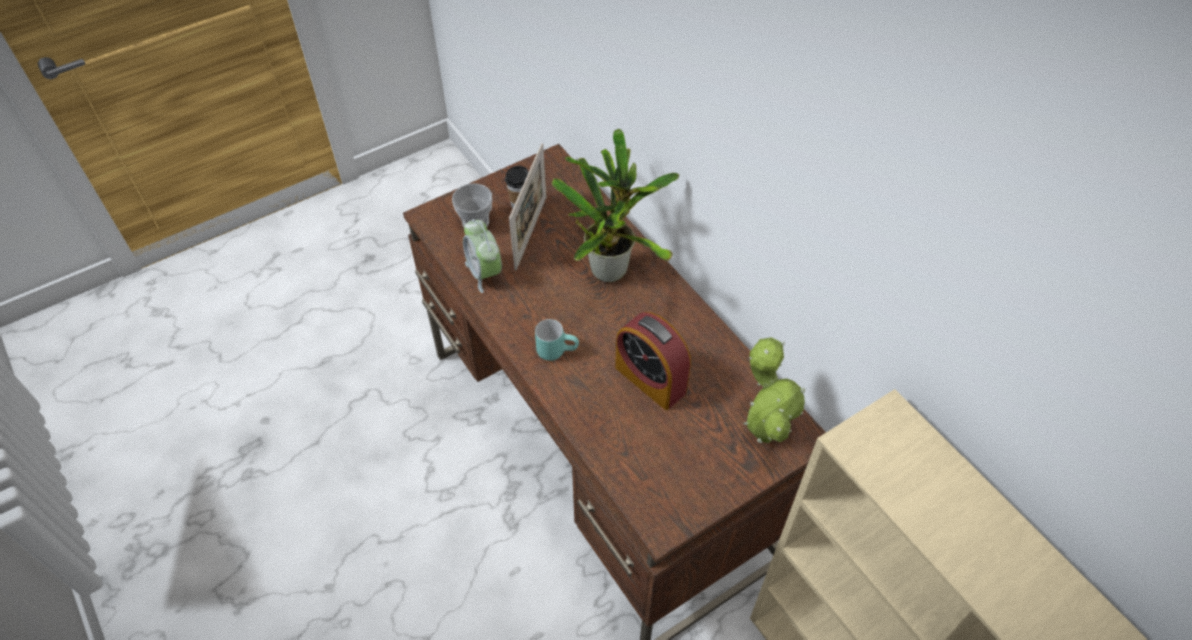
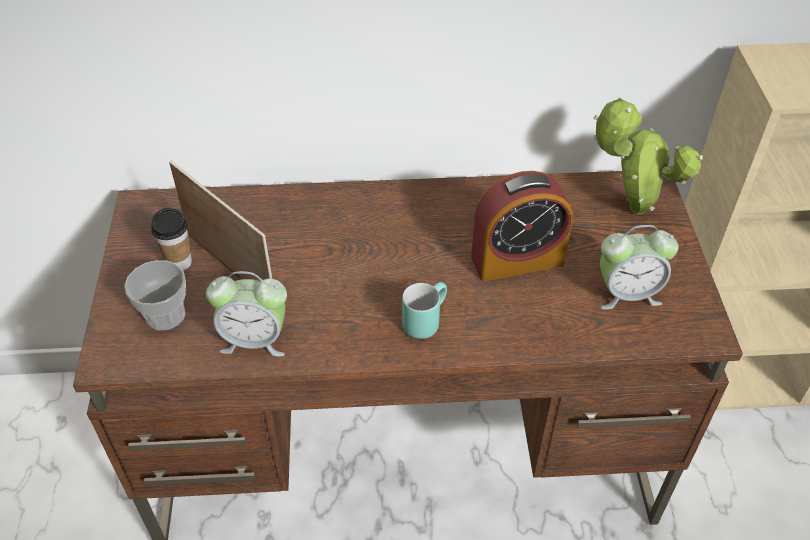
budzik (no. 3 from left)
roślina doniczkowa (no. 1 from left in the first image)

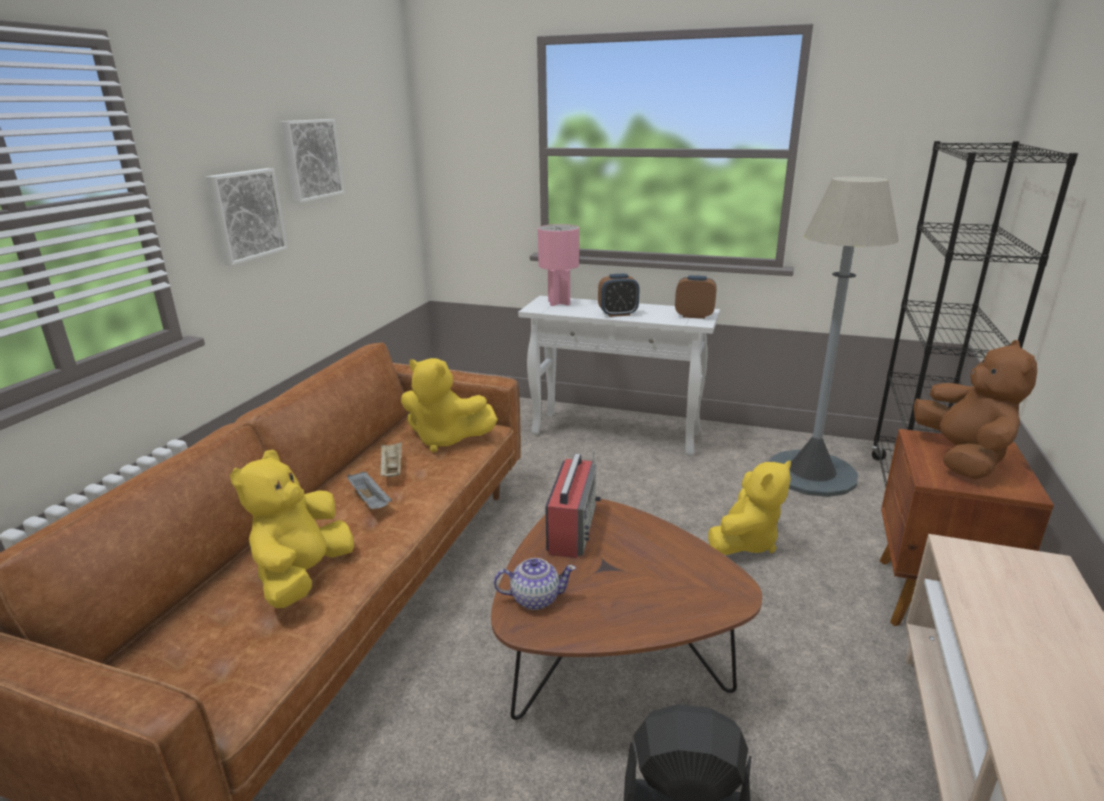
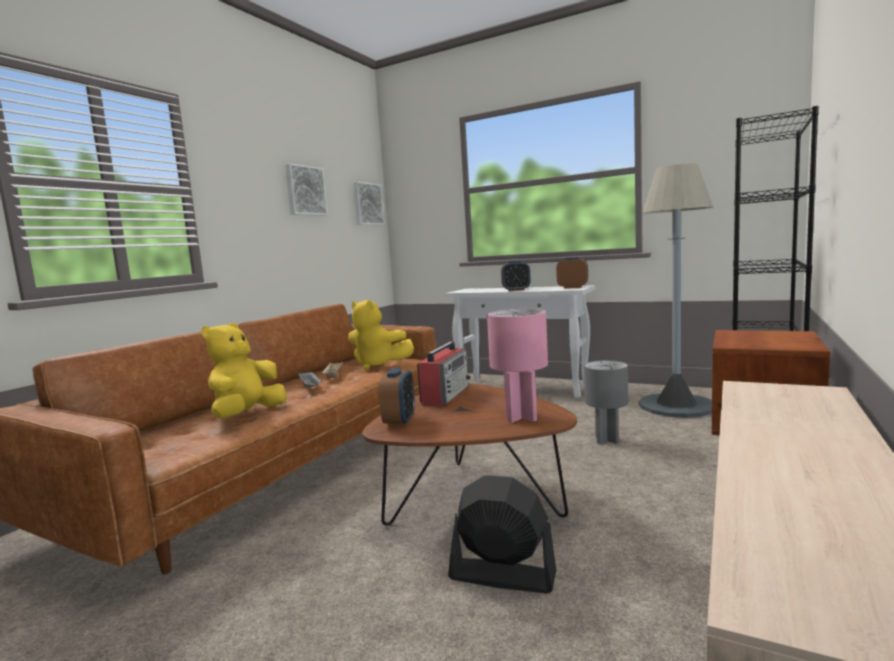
obraz (no. 2 from left)
budzik (no. 1 from left)
lampa stołowa (różowy)
lampa stołowa (szary)
pluszak (brązowy)

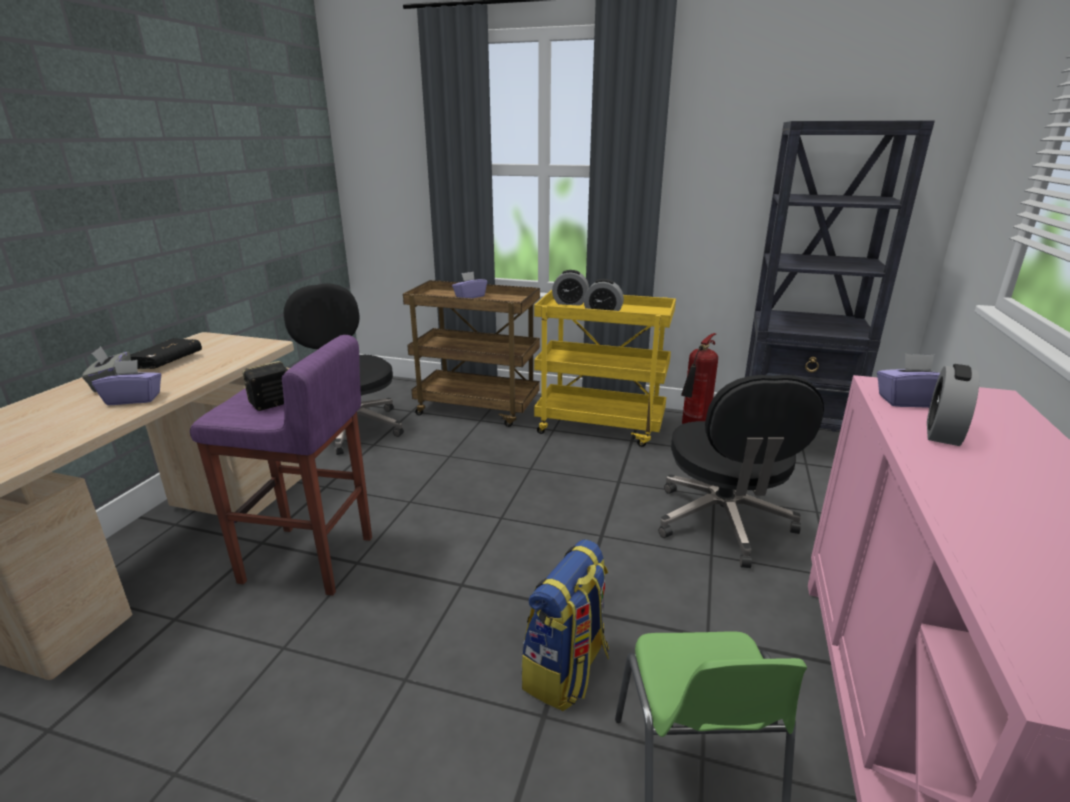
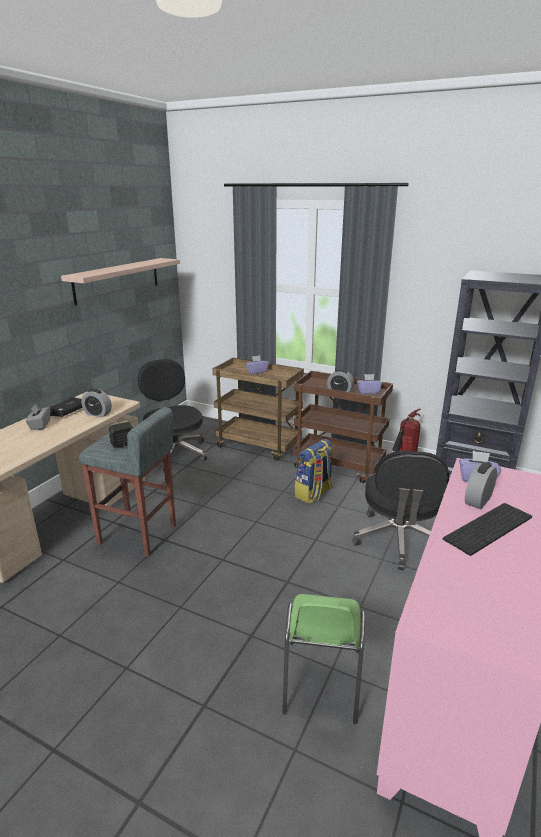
półka
stołek (szary)
budzik (no. 1 from left)
wózek (brązowy) (no. 2 from left)
plecak
pudełko chusteczek (fioletowy) (no. 2 from left)
klawiatura

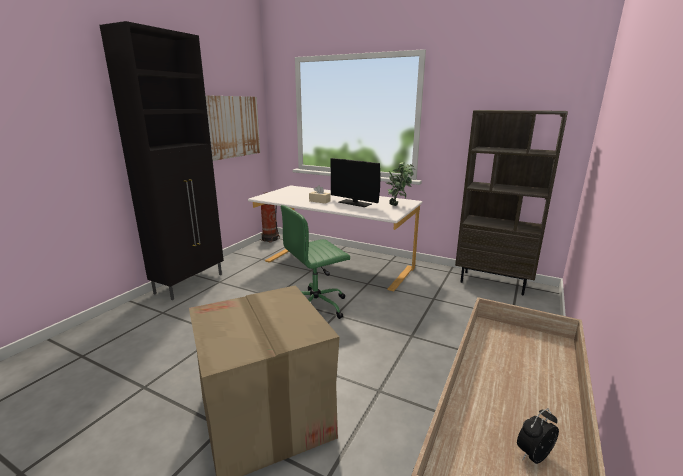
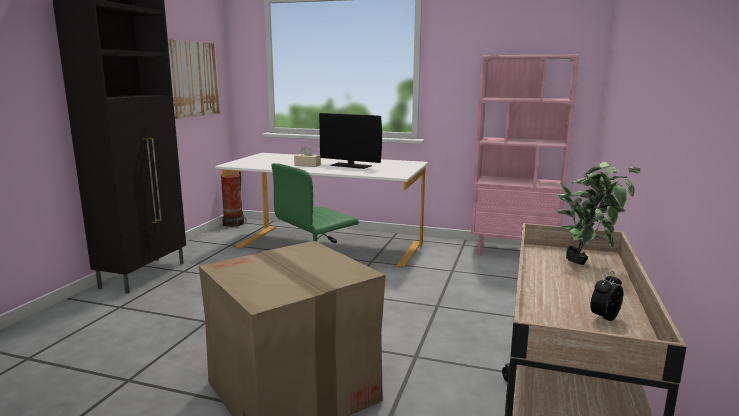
regał (różowy)
roślina doniczkowa

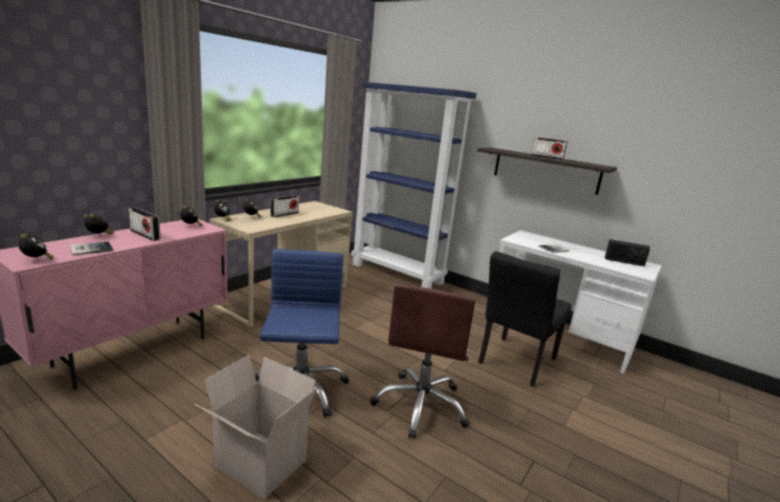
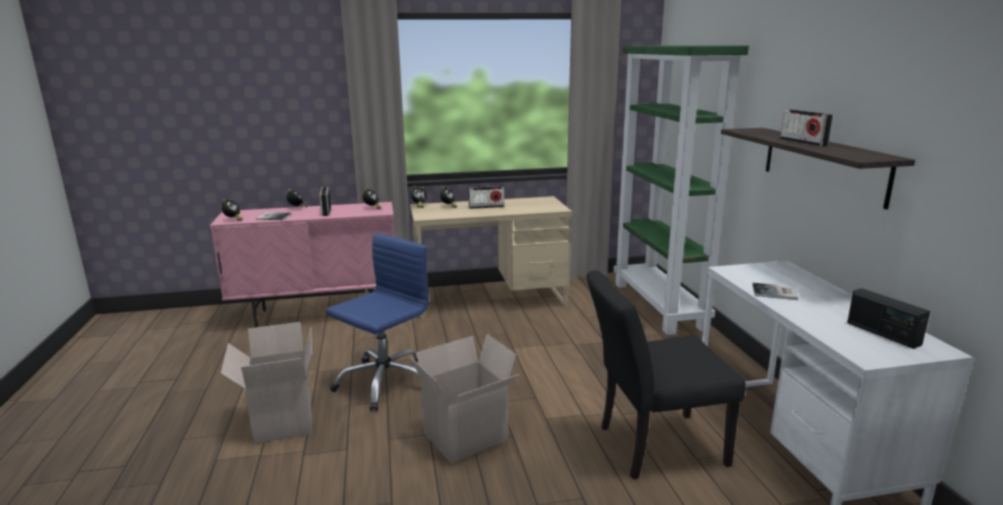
karton (no. 2 from left)
regał (zielony)

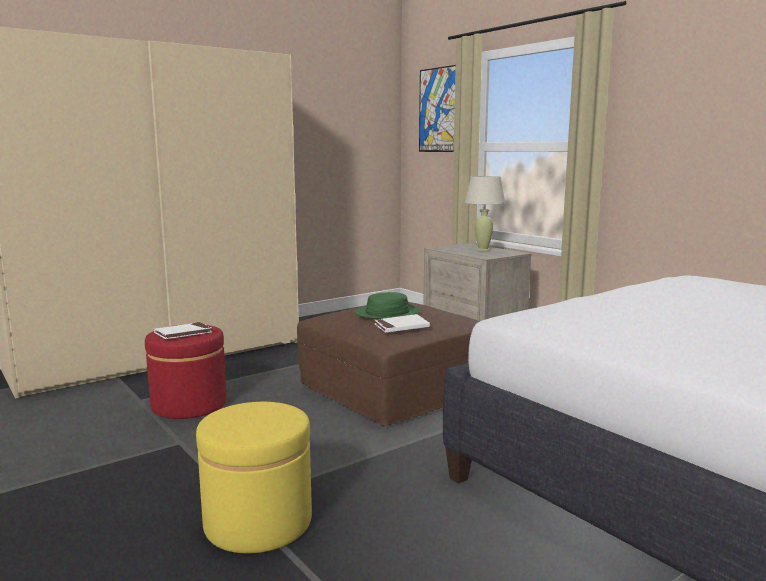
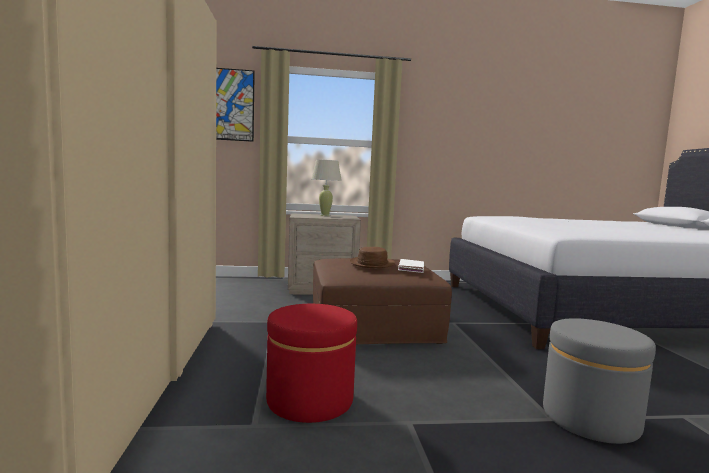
kapelusz (brązowy)
pufa (szary)
książka (biały) (no. 1 from left in the first image)

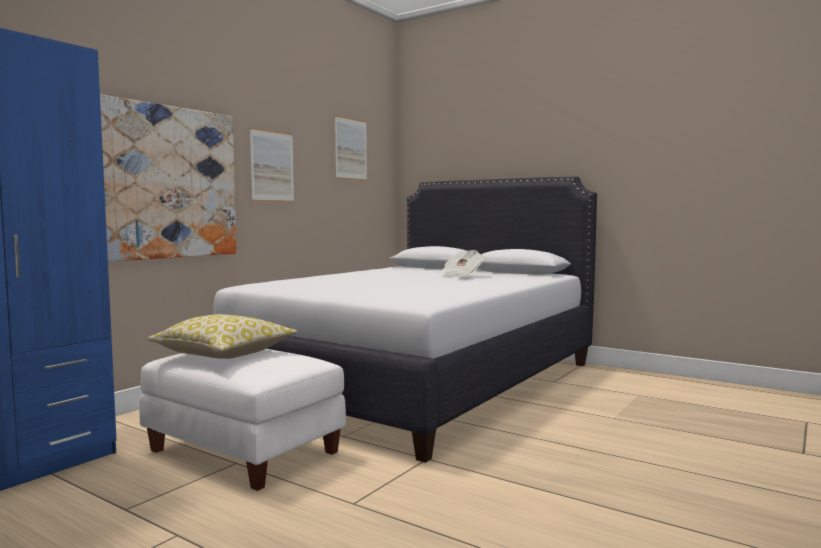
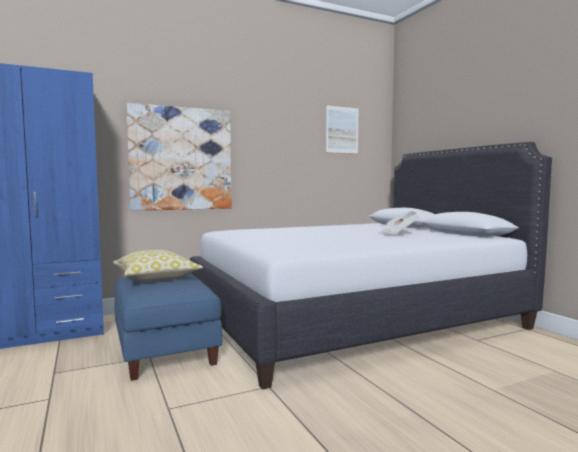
pufa (niebieski)
obraz (no. 2 from left in the first image)

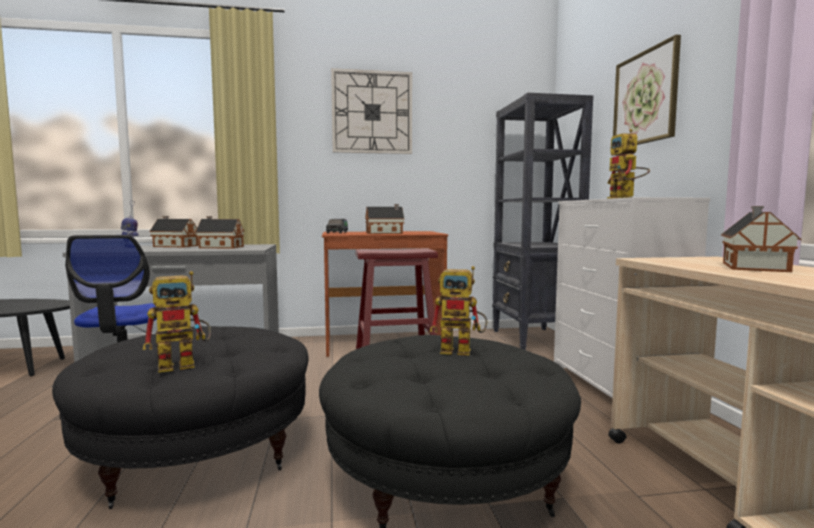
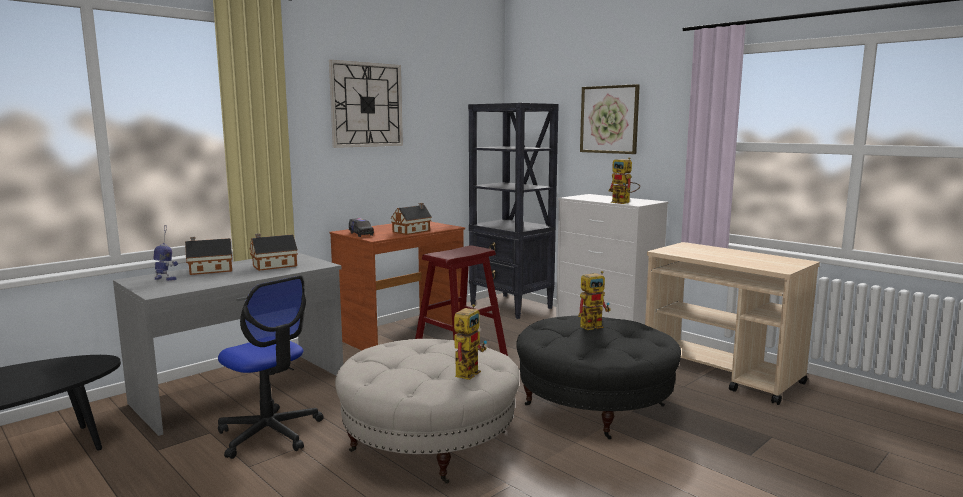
pufa (beżowy)
domek (no. 4 from left in the first image)

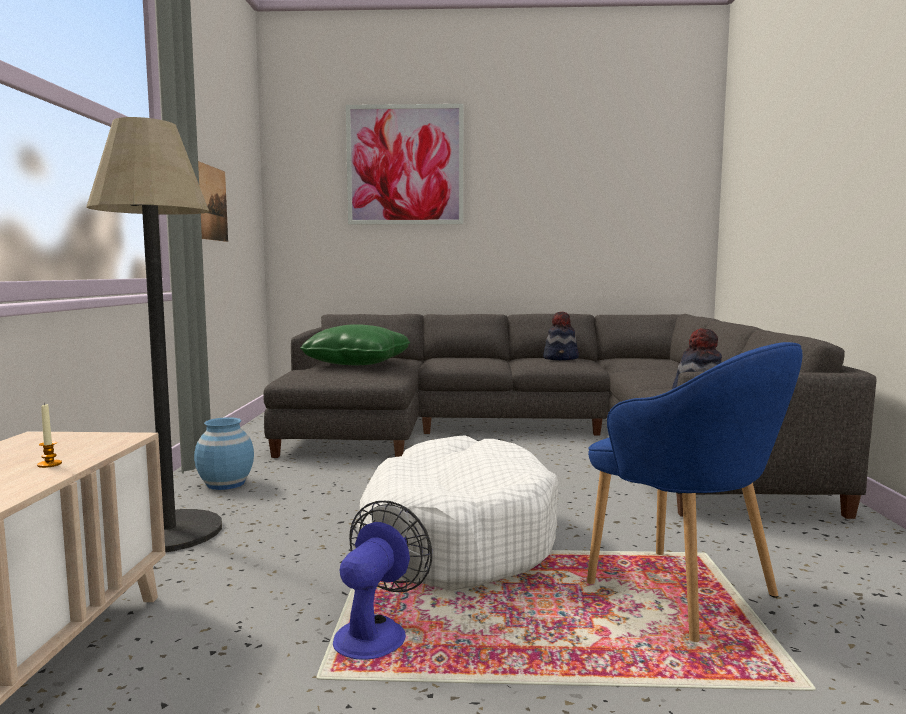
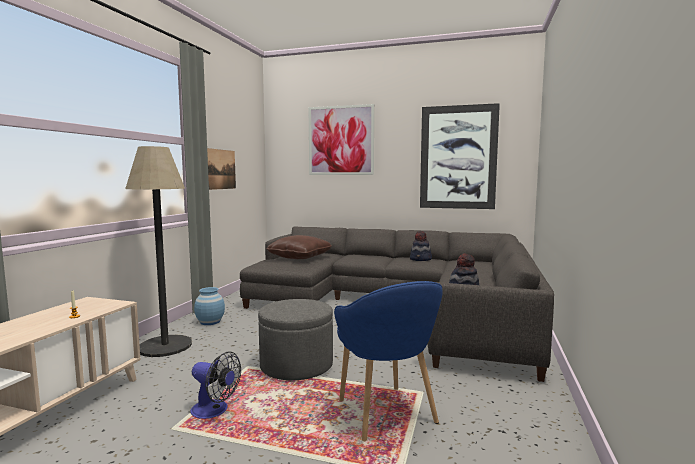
wentylator
pufa (szary)
poduszka (brązowy)
obraz (no. 3 from left)

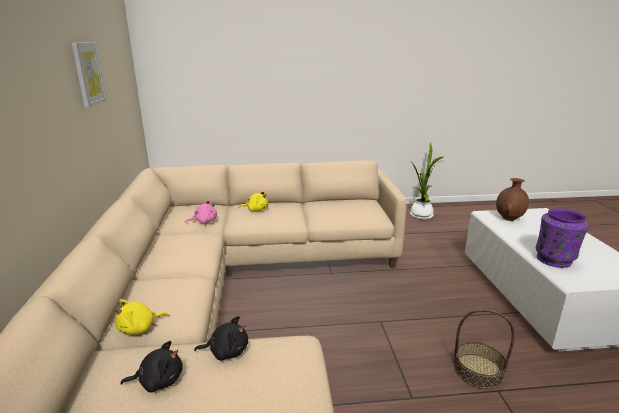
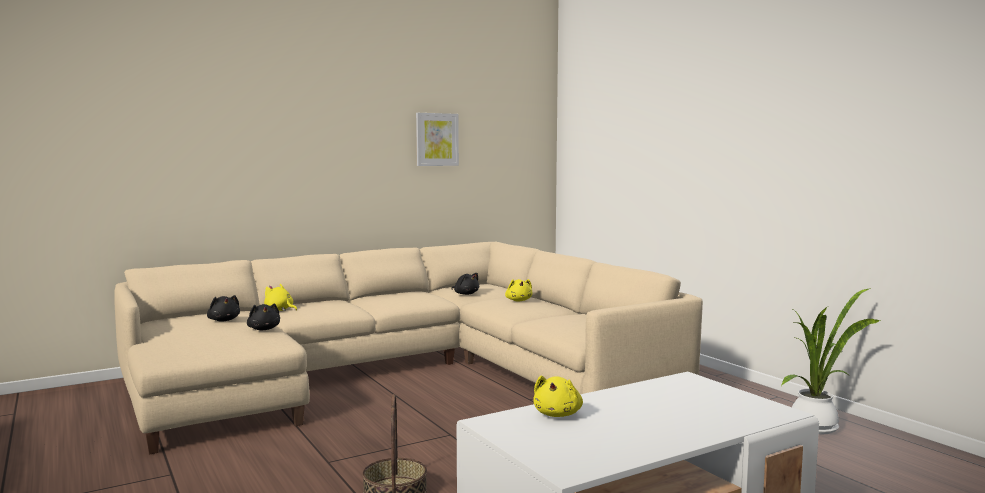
pluszak (czarny) (no. 3 from left)
pluszak (żółty) (no. 3 from left)
wazon (brązowy)

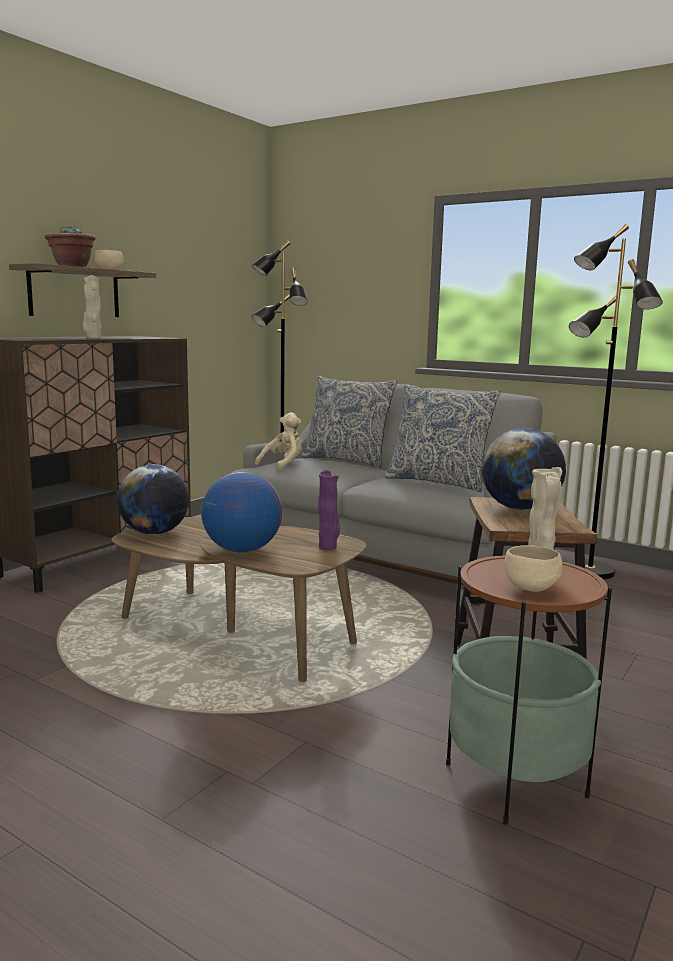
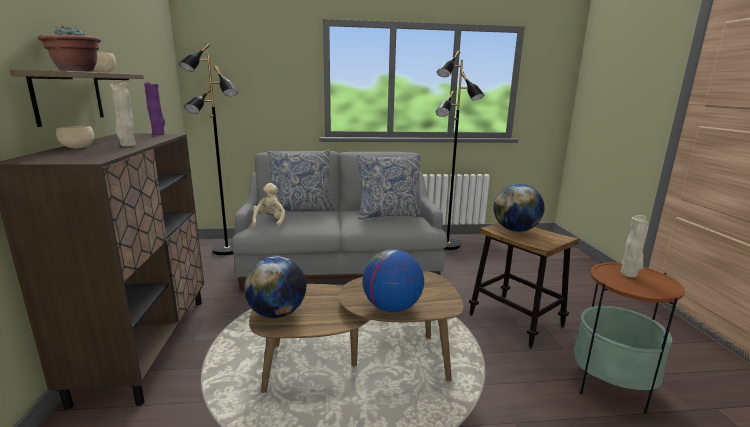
miska (beżowy) (no. 1 from left)
wazon (fioletowy)

